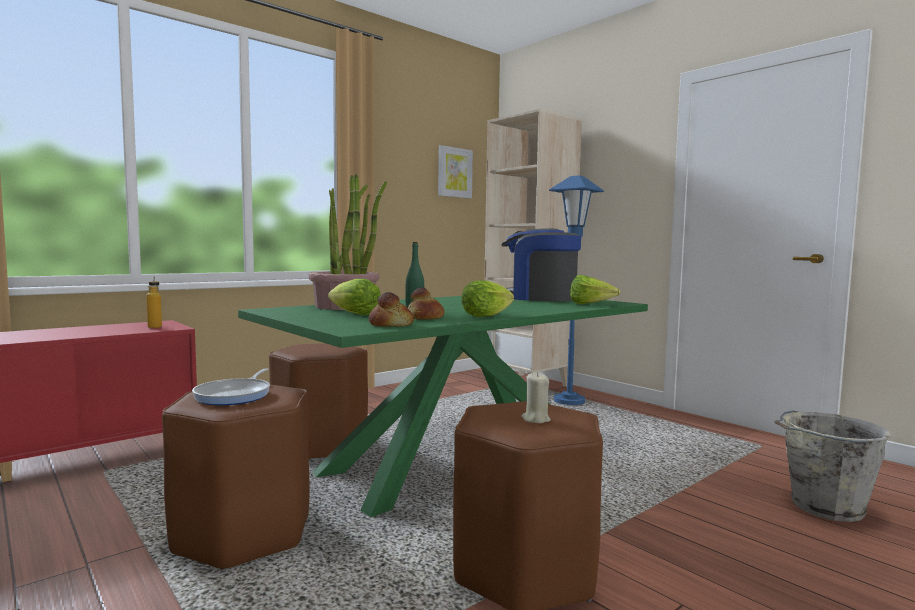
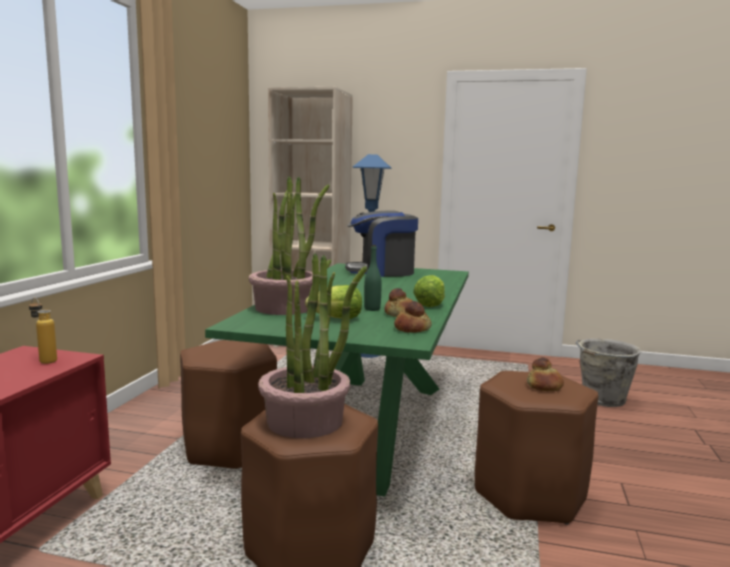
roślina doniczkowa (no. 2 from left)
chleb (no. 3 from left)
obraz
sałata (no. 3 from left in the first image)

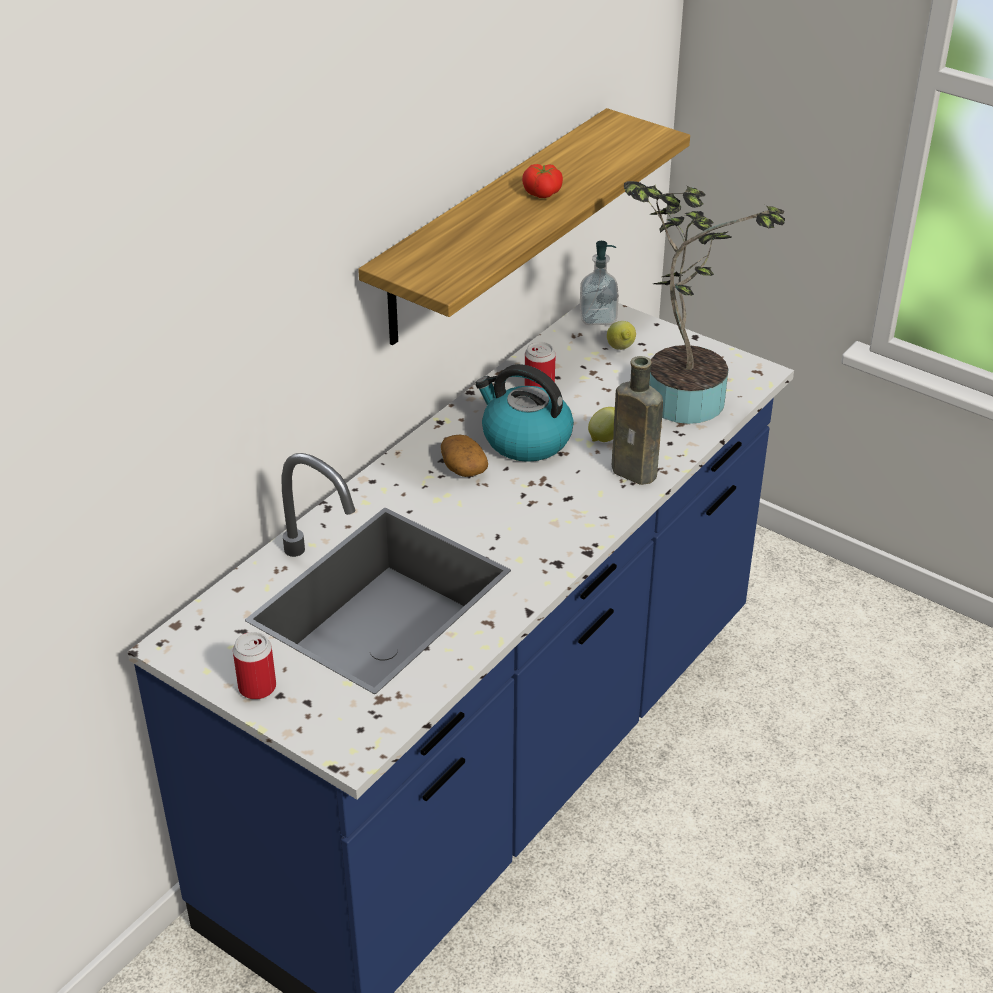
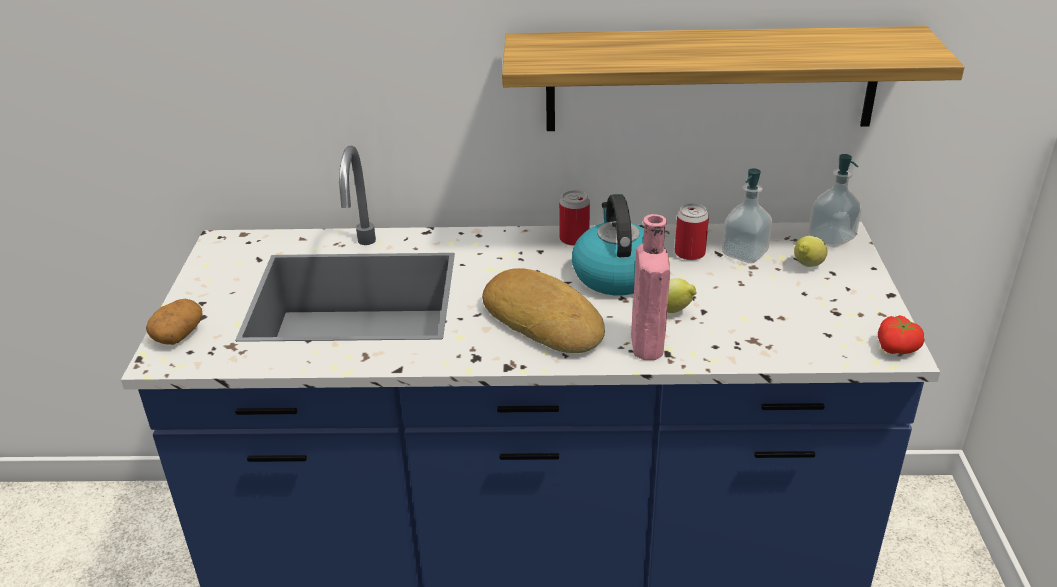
ziemniak
chleb
puszka (no. 1 from left)
butelka (różowy)
dozownik mydła (no. 1 from left)
pomidor
roślina doniczkowa

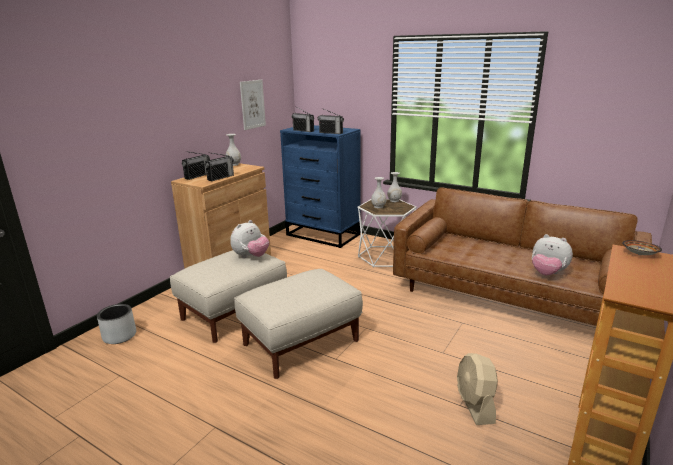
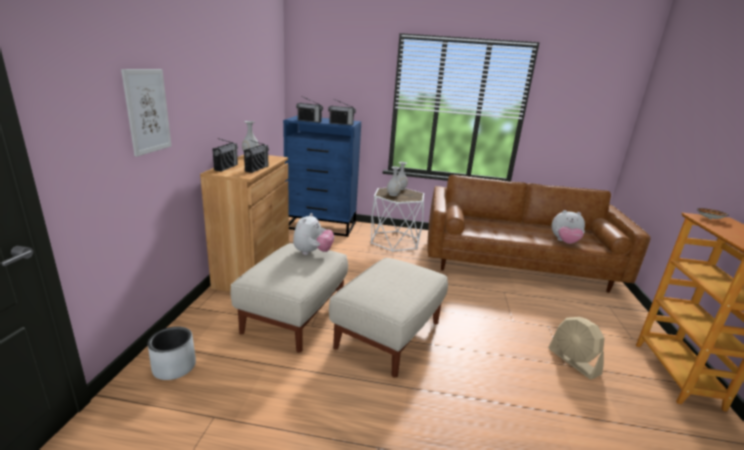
obraz

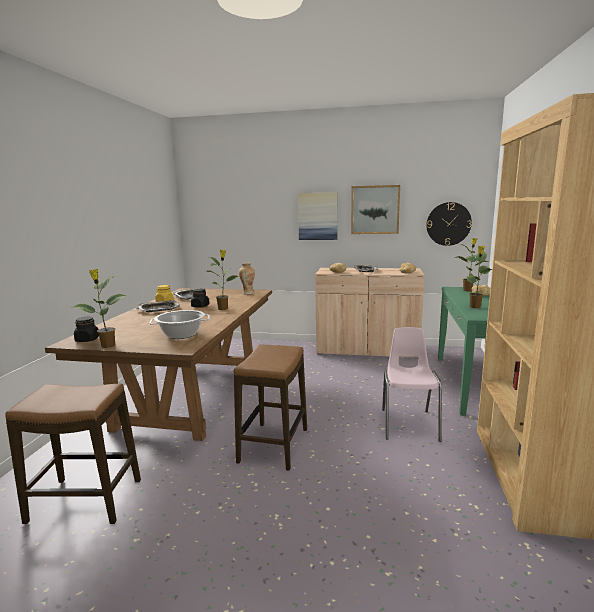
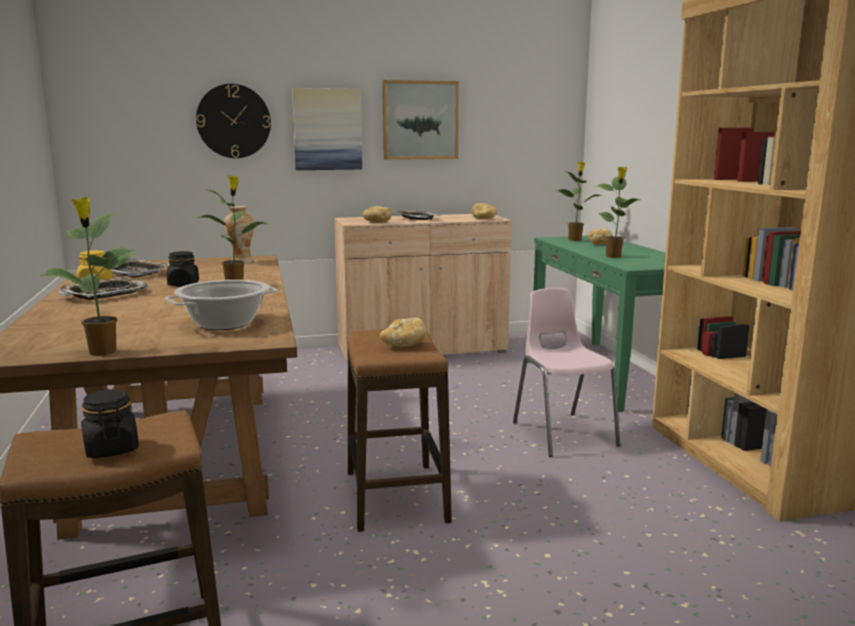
słoik (czarny) (no. 1 from left)
zegar ścienny
chleb (no. 2 from left)

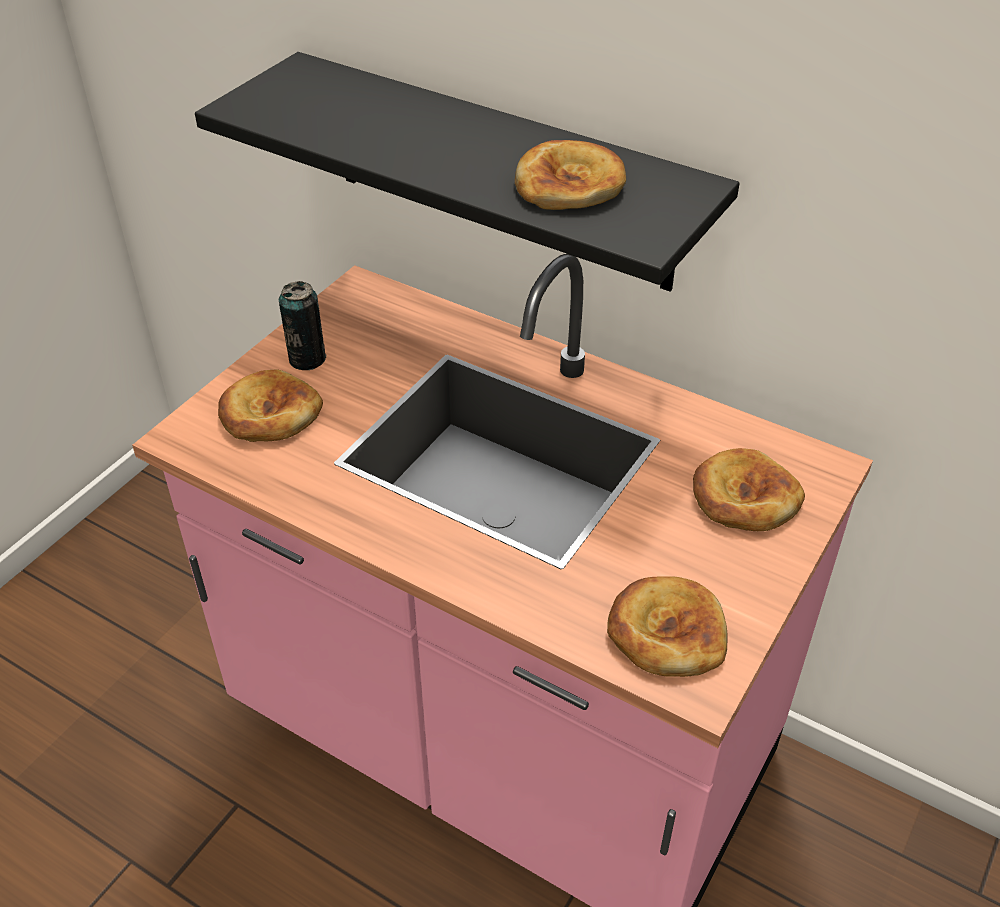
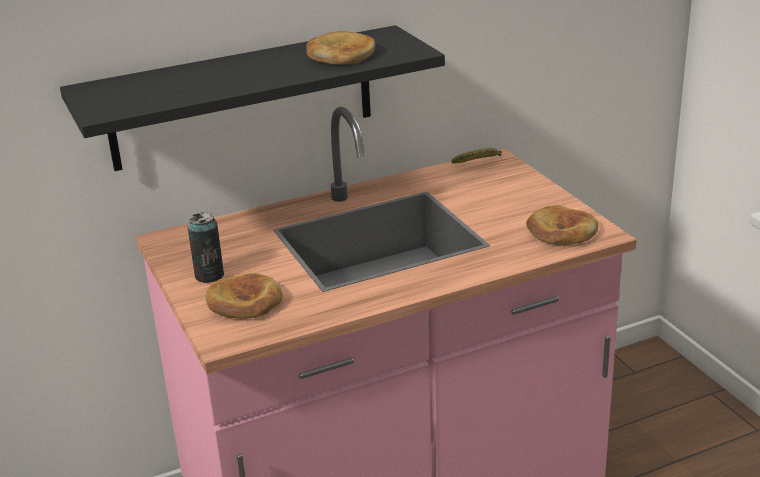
banan
chleb (no. 4 from left in the first image)

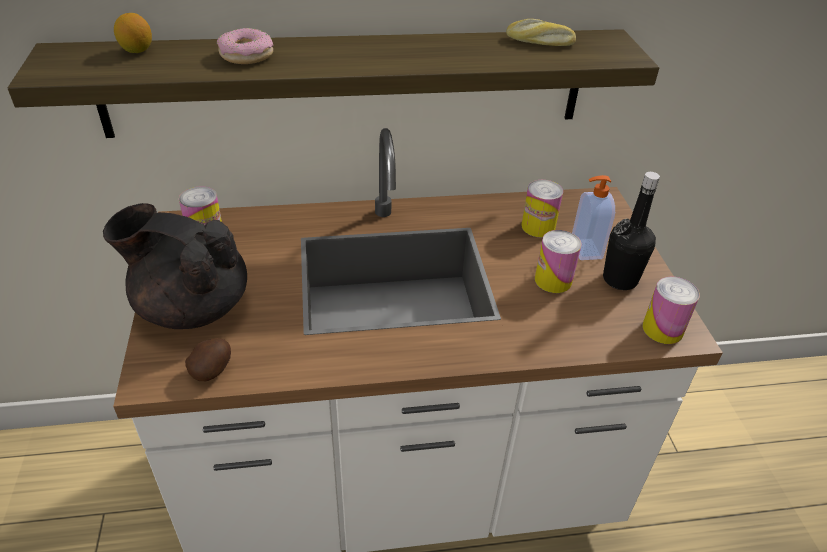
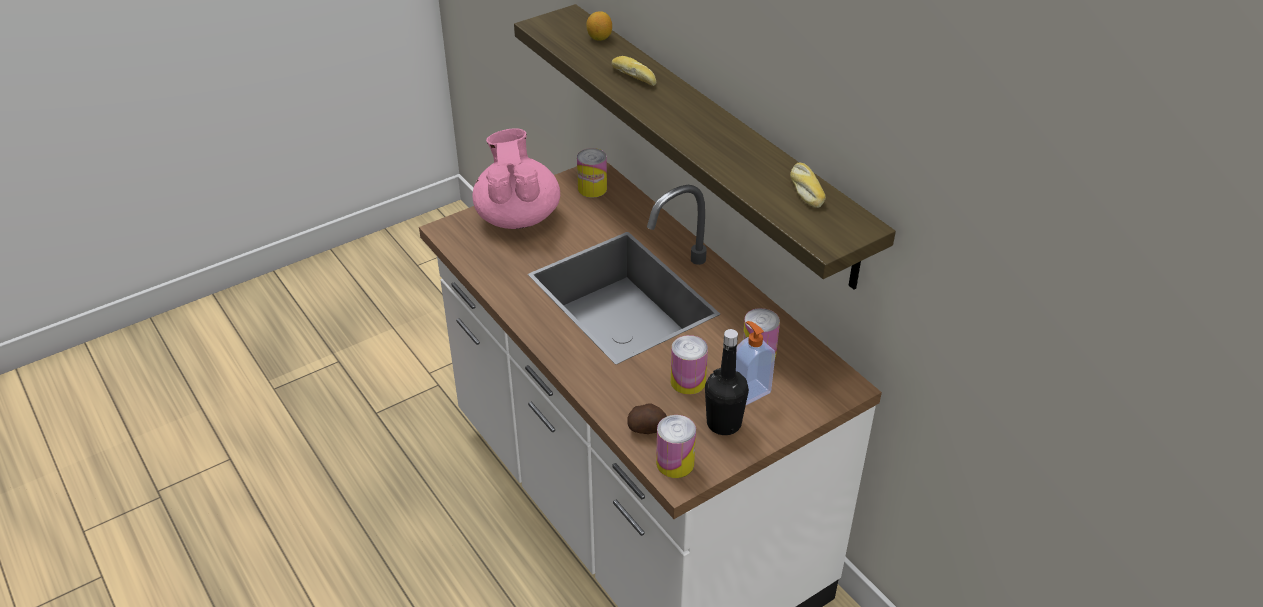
imbryk (różowy)
chleb (no. 1 from left)
ziemniak

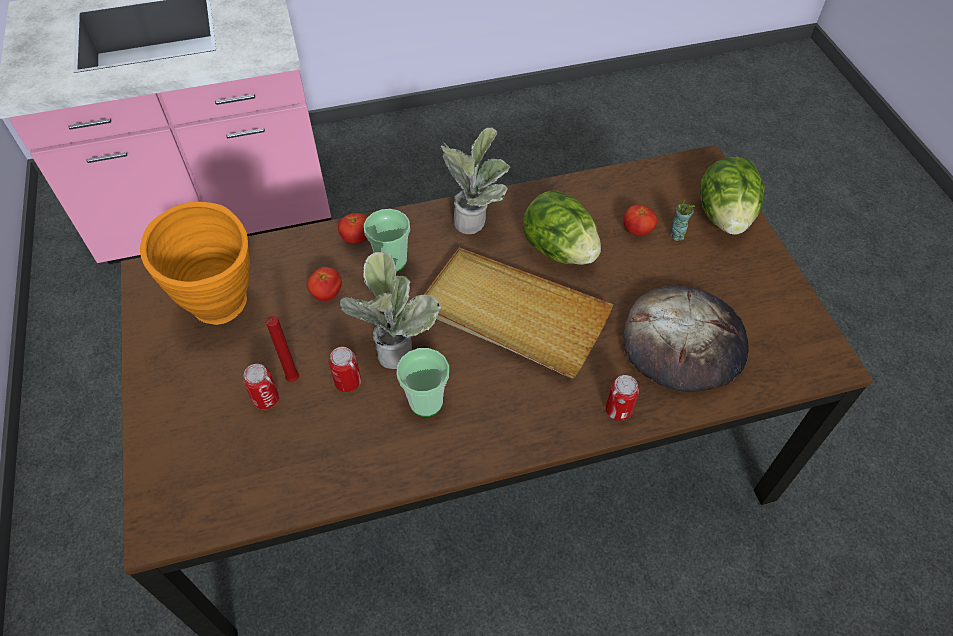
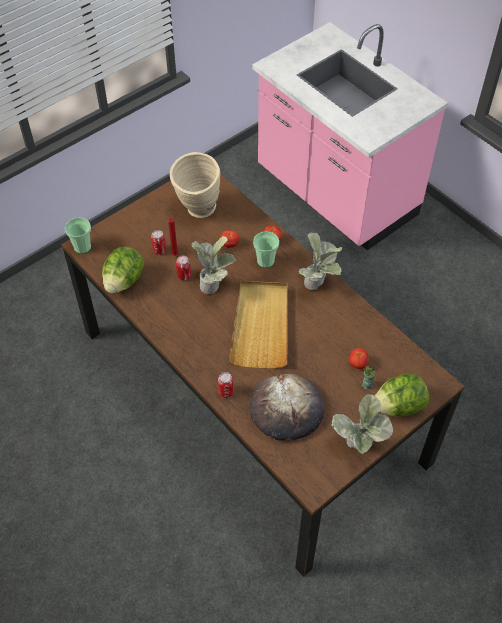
filiżanka (no. 1 from left)
sałata (no. 1 from left)
wazon (beżowy)
roślina doniczkowa (no. 3 from left)

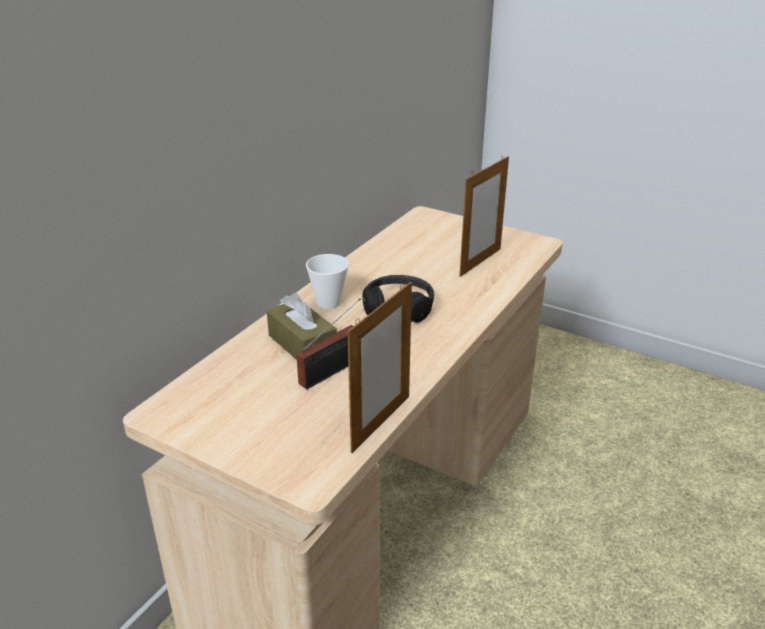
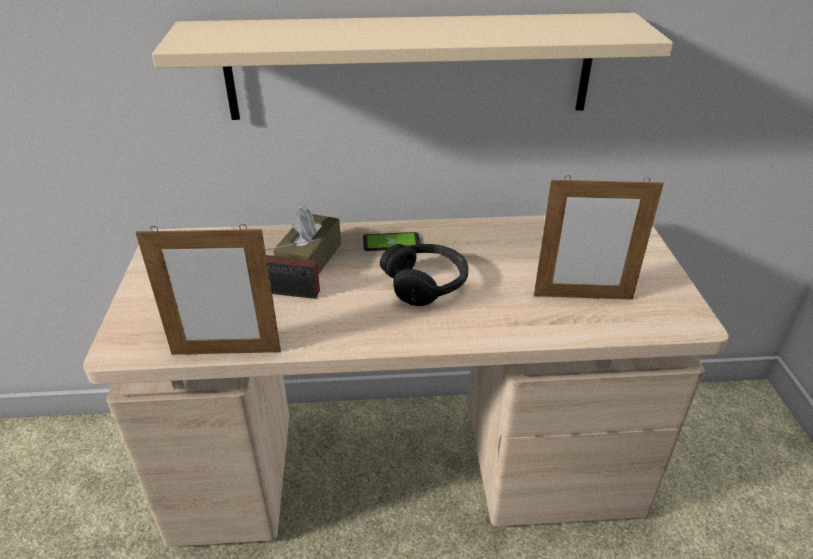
półka (beżowy)
telefon

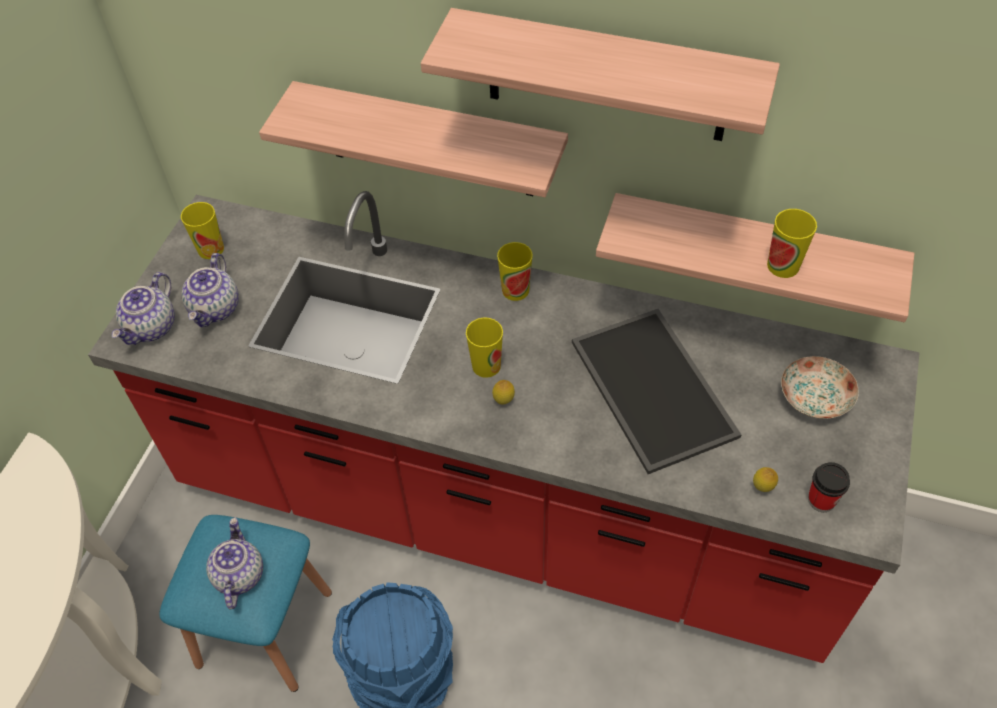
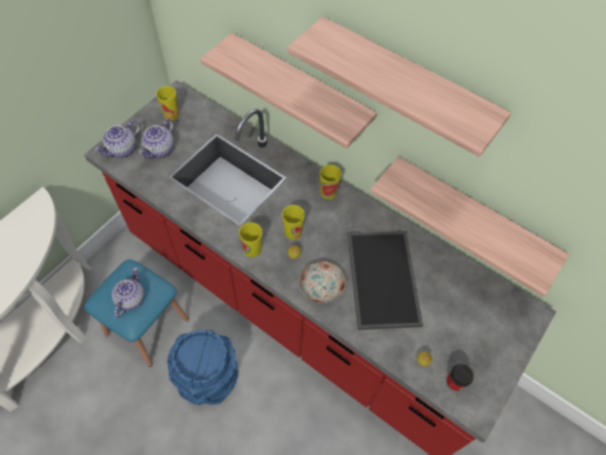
filiżanka (no. 2 from left)
talerz

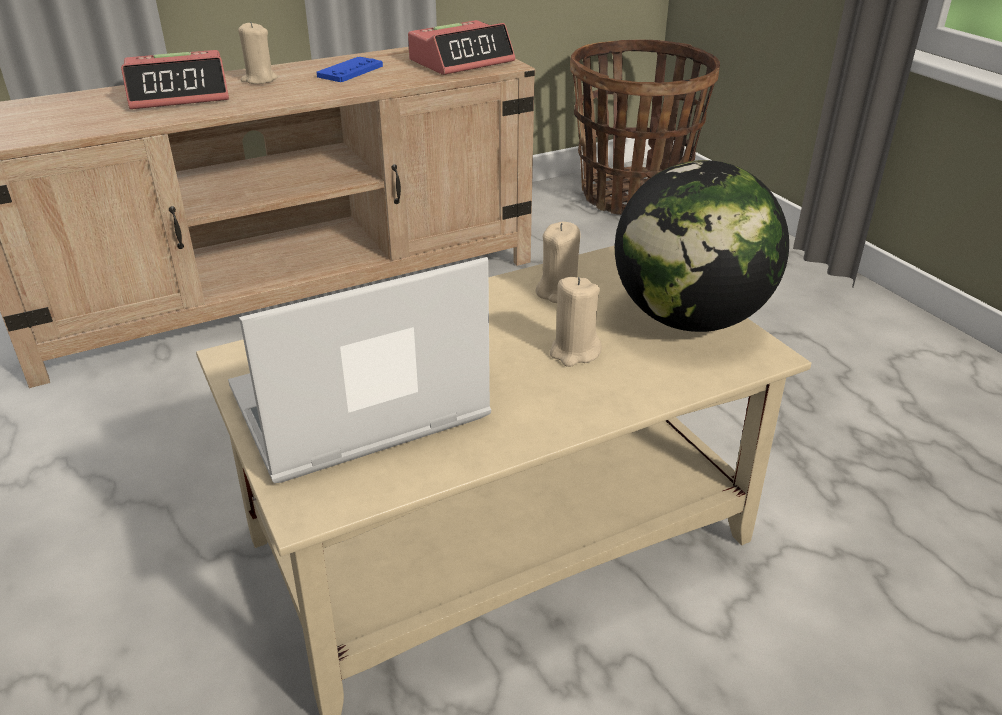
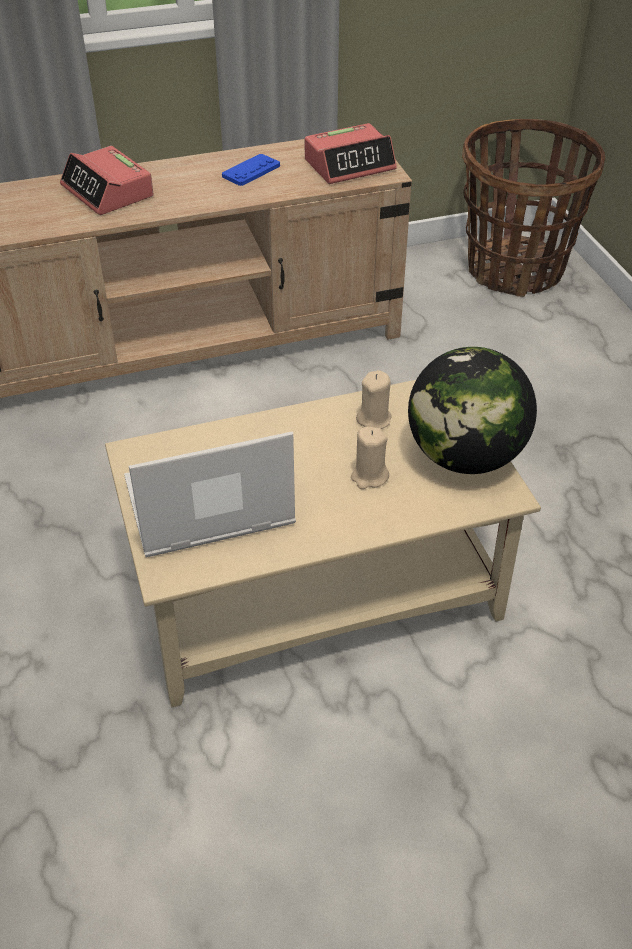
budzik (no. 1 from left)
świeca (beżowy) (no. 1 from left in the first image)

